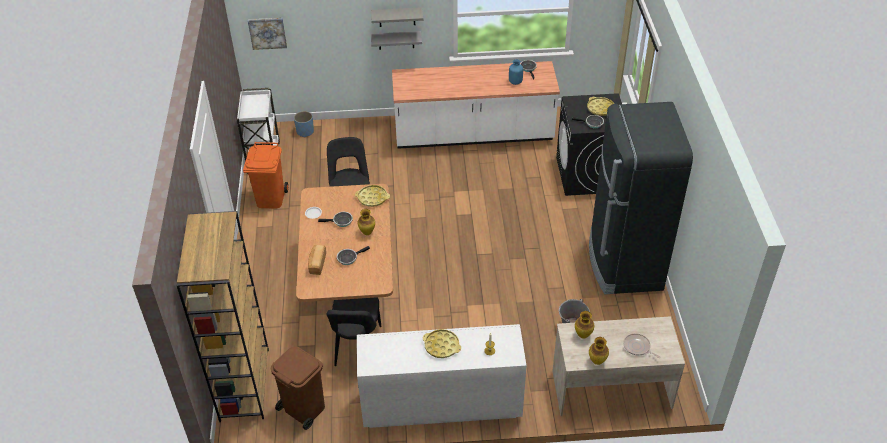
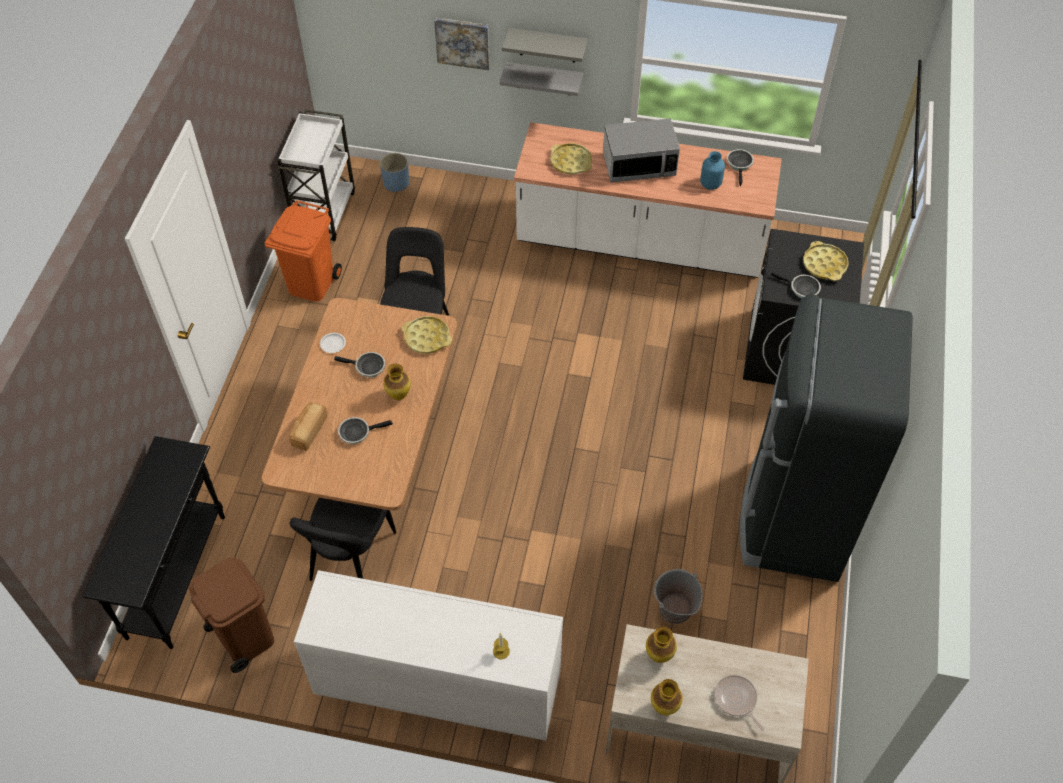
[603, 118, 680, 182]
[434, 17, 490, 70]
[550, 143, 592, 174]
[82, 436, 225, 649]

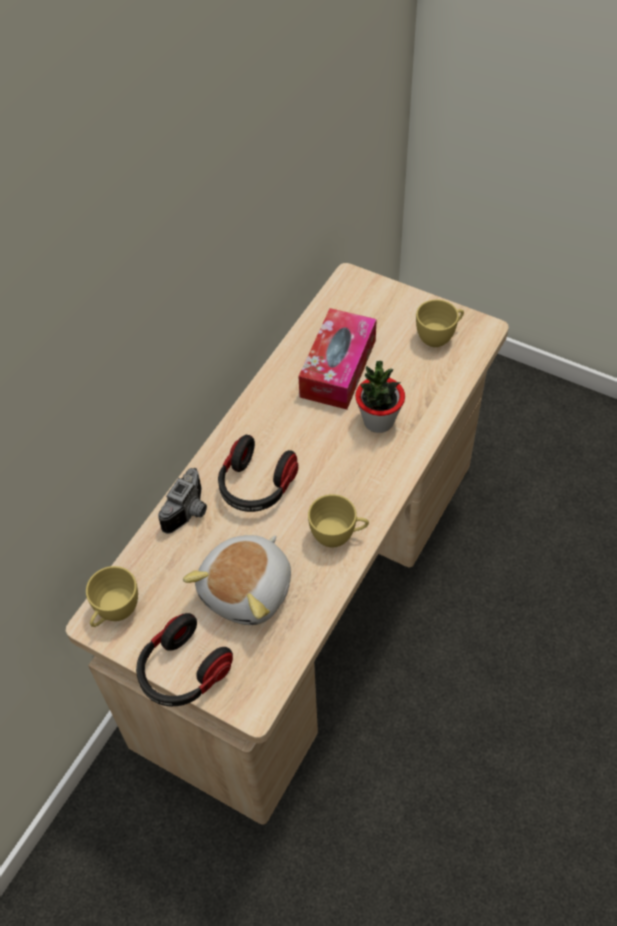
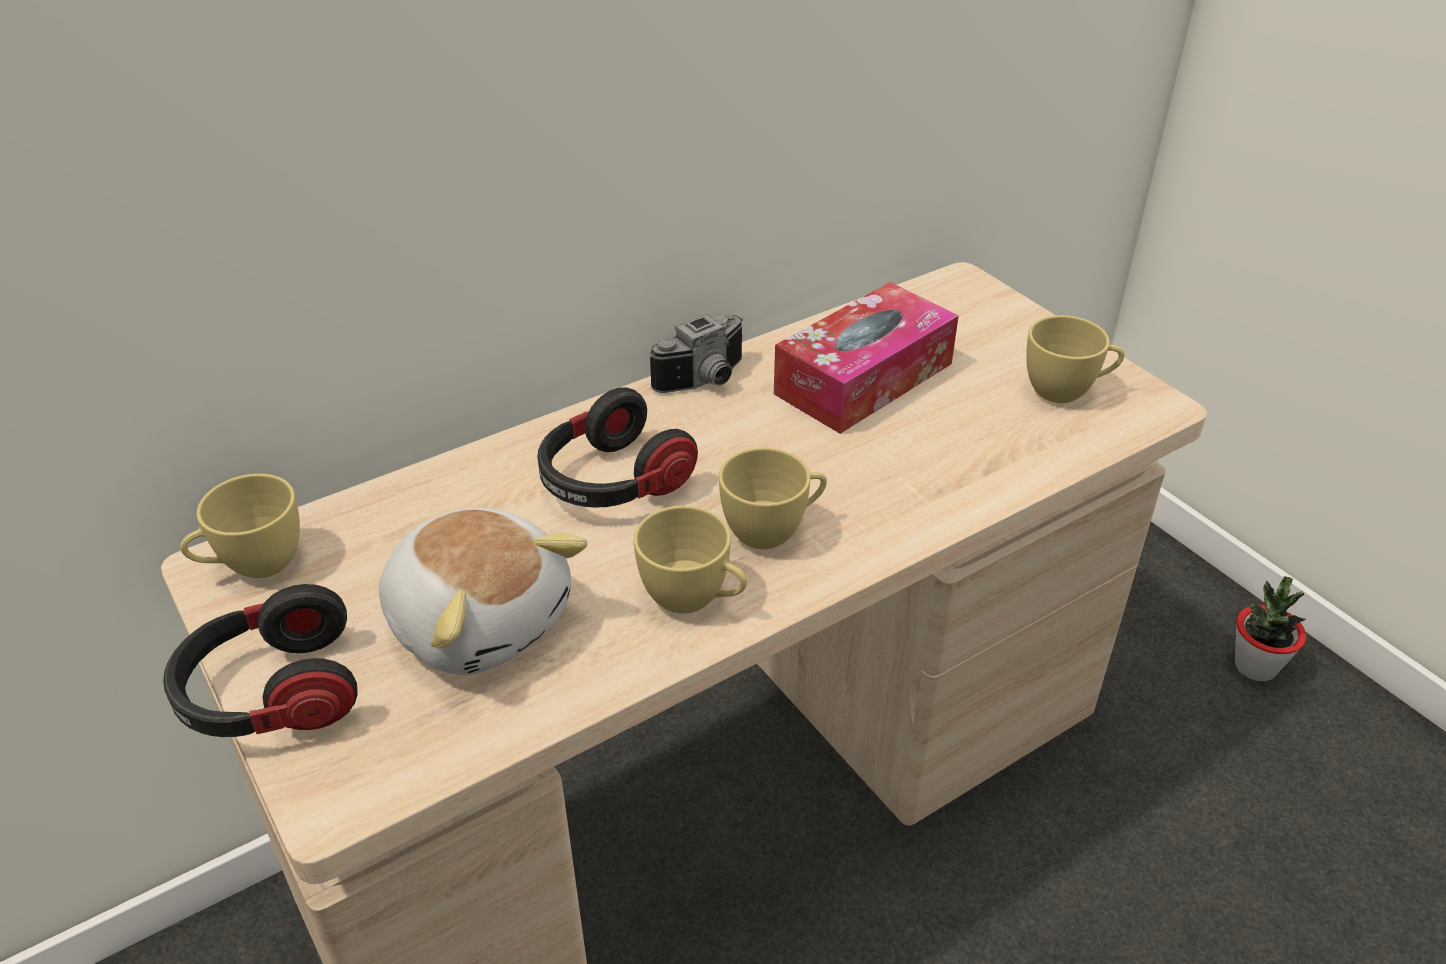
[719, 447, 827, 549]
[649, 314, 743, 393]
[1235, 576, 1306, 681]
[379, 508, 588, 675]

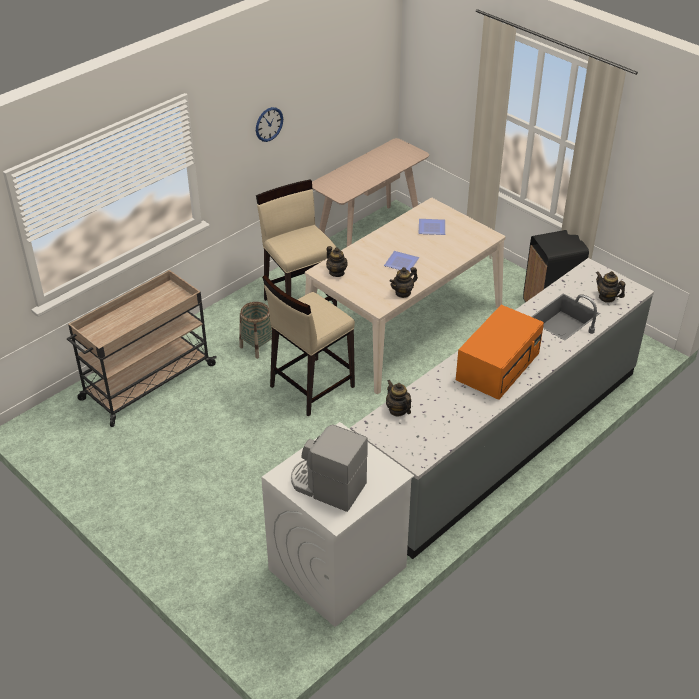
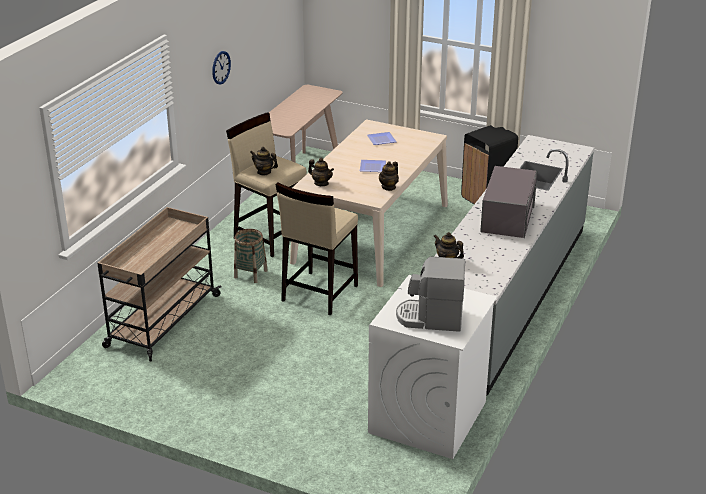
[250, 147, 278, 175]
[480, 166, 537, 238]

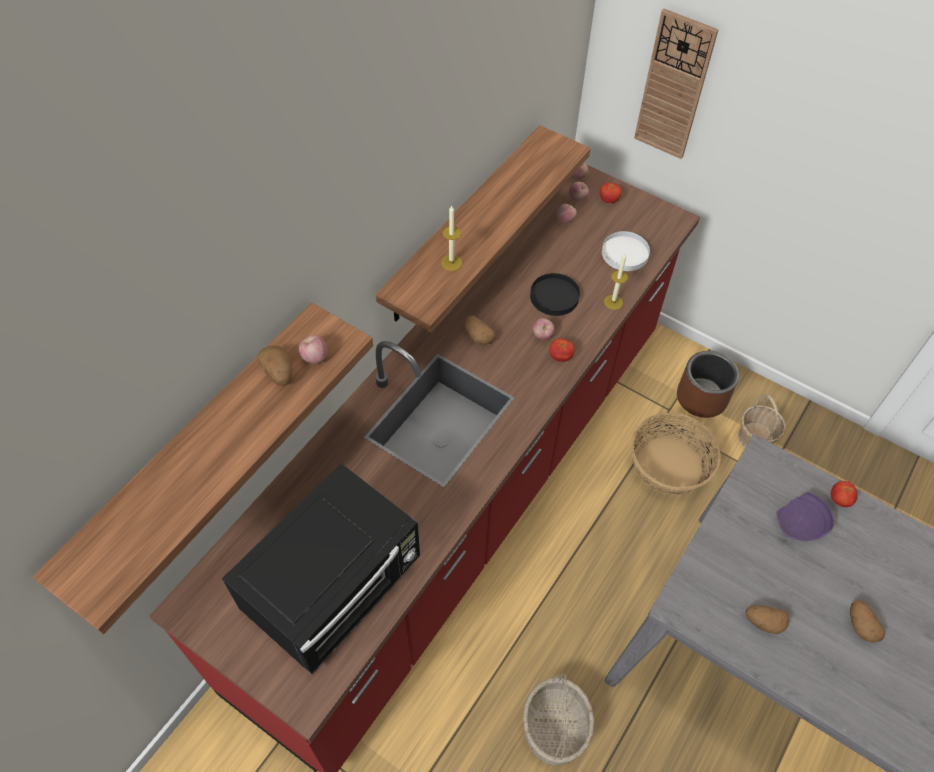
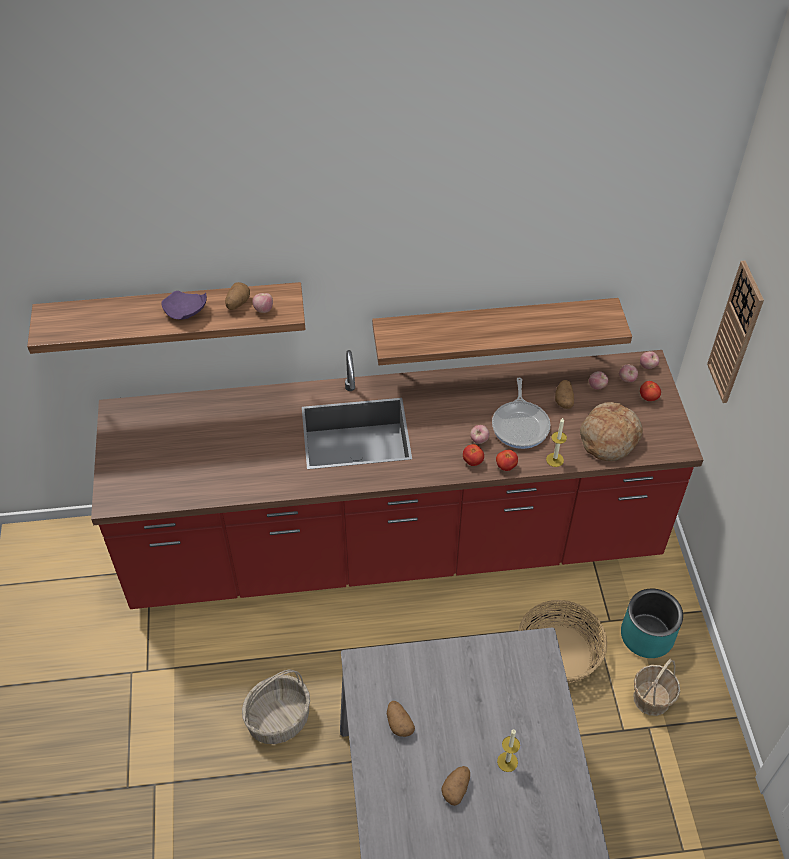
[222, 463, 420, 675] (first image)
[497, 730, 520, 772]
[555, 380, 574, 409]
[161, 291, 207, 320]
[496, 450, 518, 471]
[492, 377, 550, 449]
[580, 402, 643, 461]
[621, 589, 683, 658]

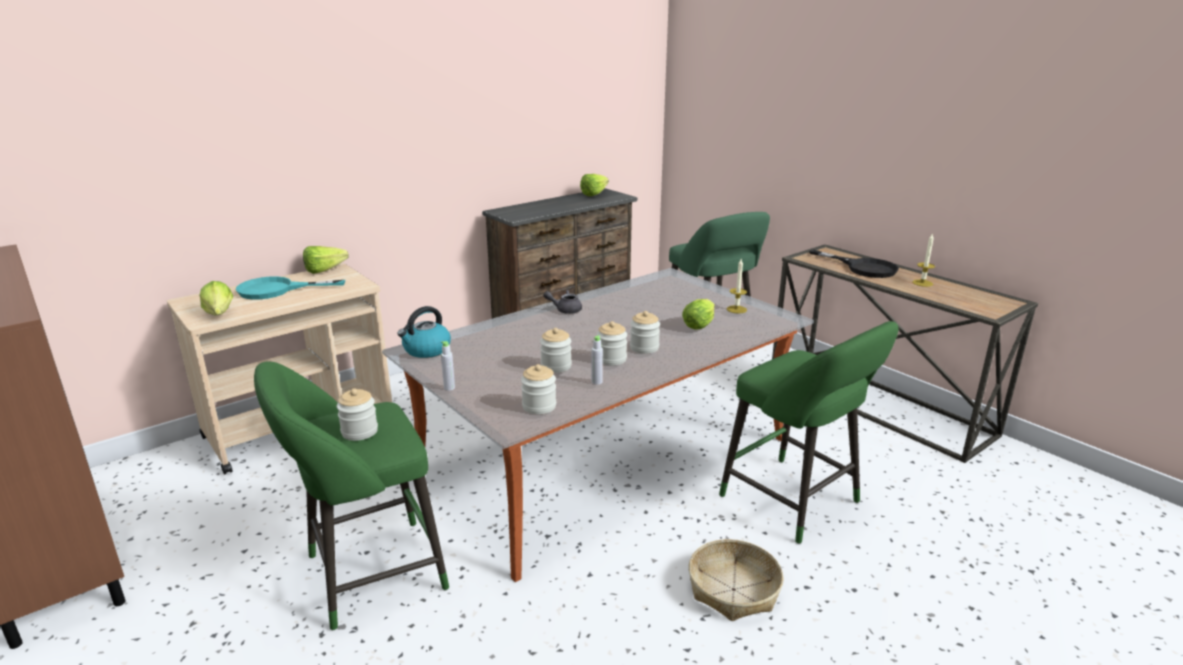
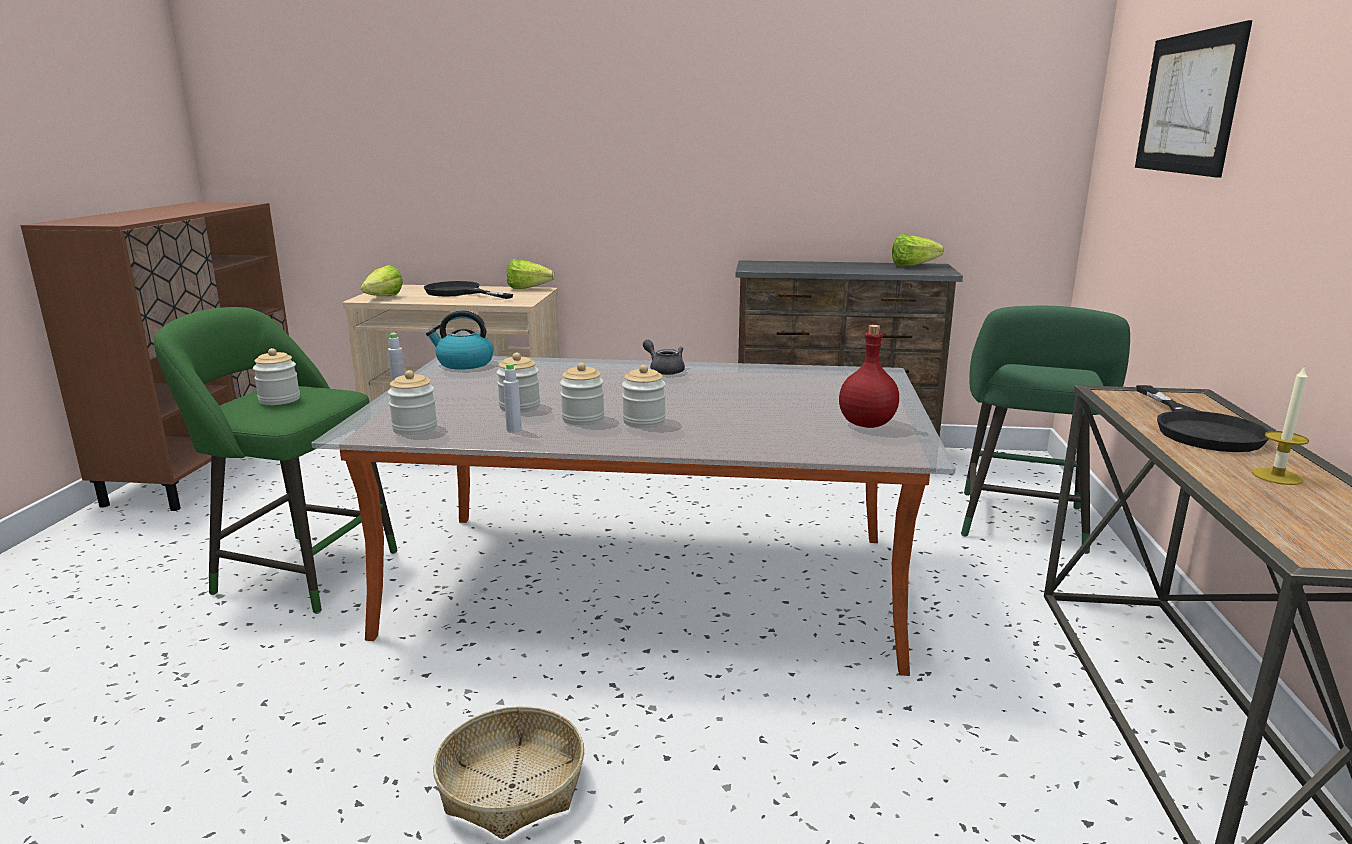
[682, 299, 715, 329] (first image)
[719, 321, 899, 544] (first image)
[1135, 20, 1252, 178]
[839, 325, 899, 428]
[424, 281, 513, 299]

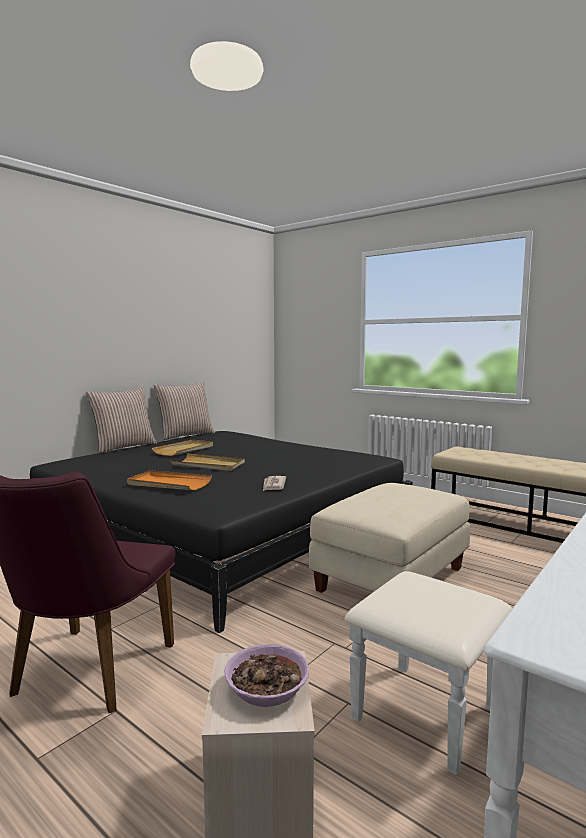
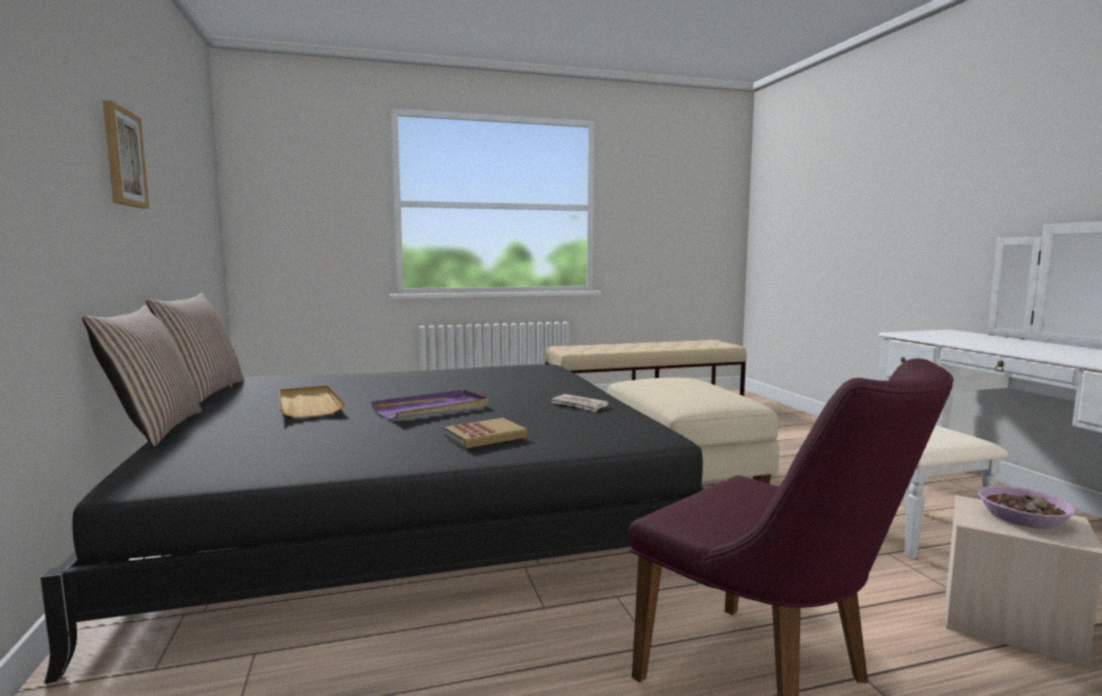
[103, 100, 149, 209]
[444, 418, 527, 449]
[371, 390, 489, 420]

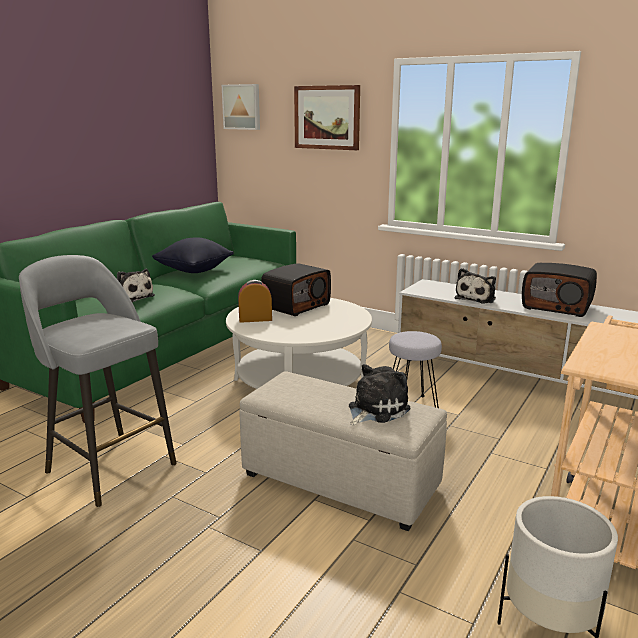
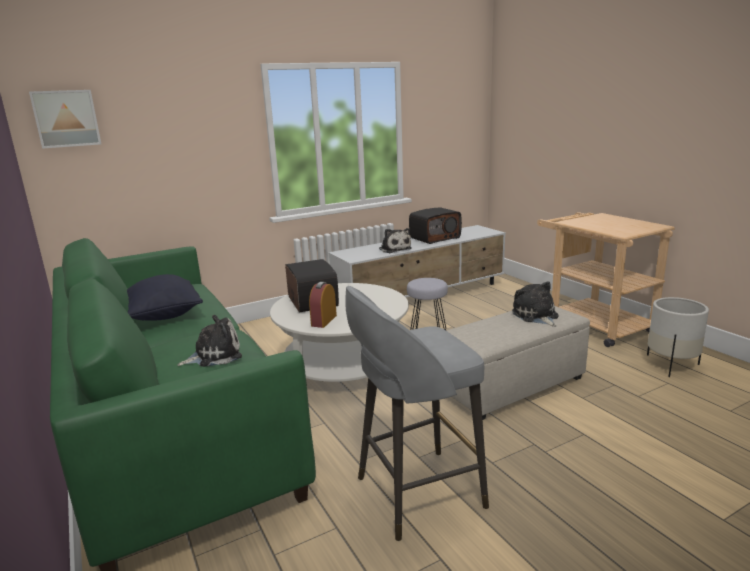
[294, 85, 360, 150] (first image)

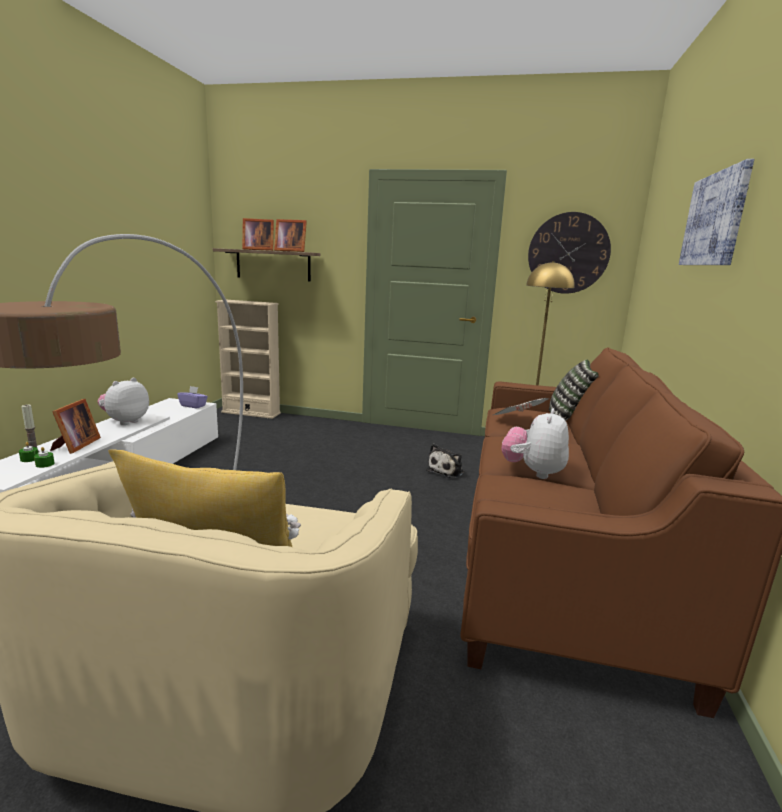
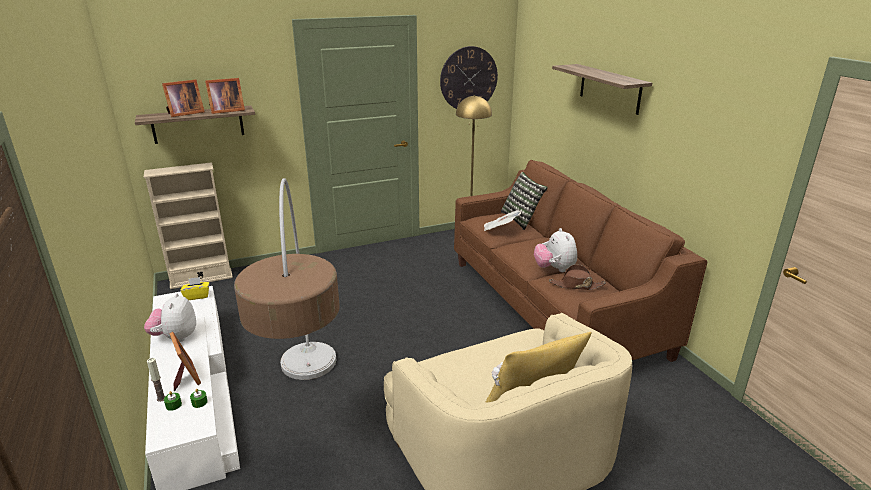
[426, 443, 464, 478] (first image)
[549, 264, 606, 290]
[552, 64, 652, 115]
[180, 277, 210, 300]

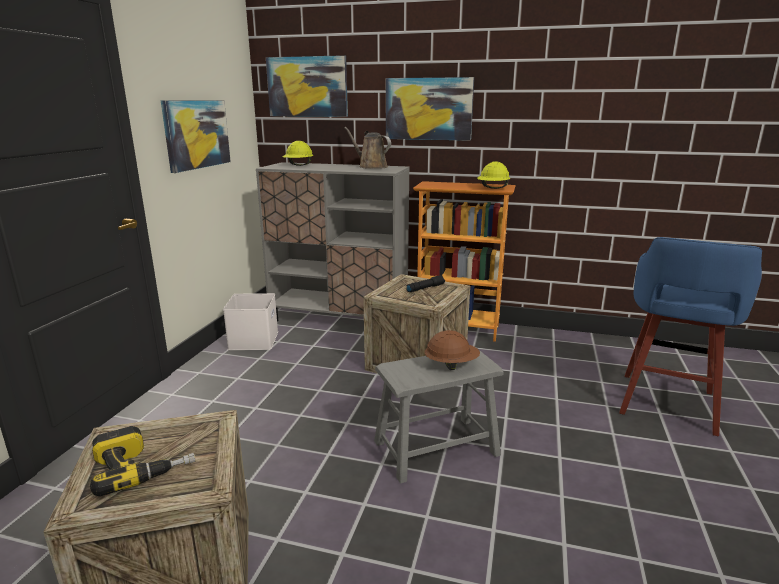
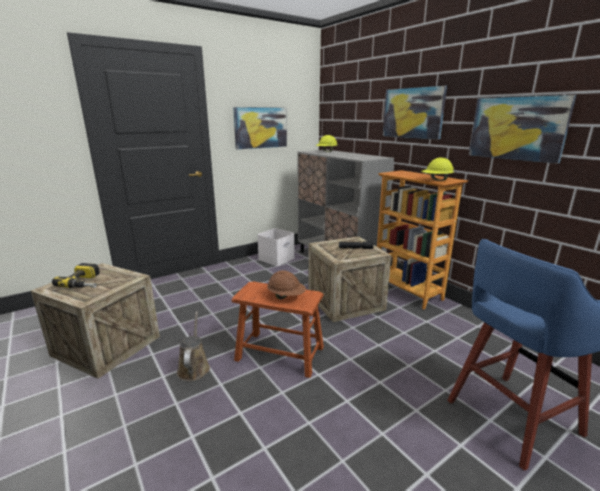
[469, 95, 576, 164]
[177, 311, 210, 381]
[232, 281, 324, 378]

